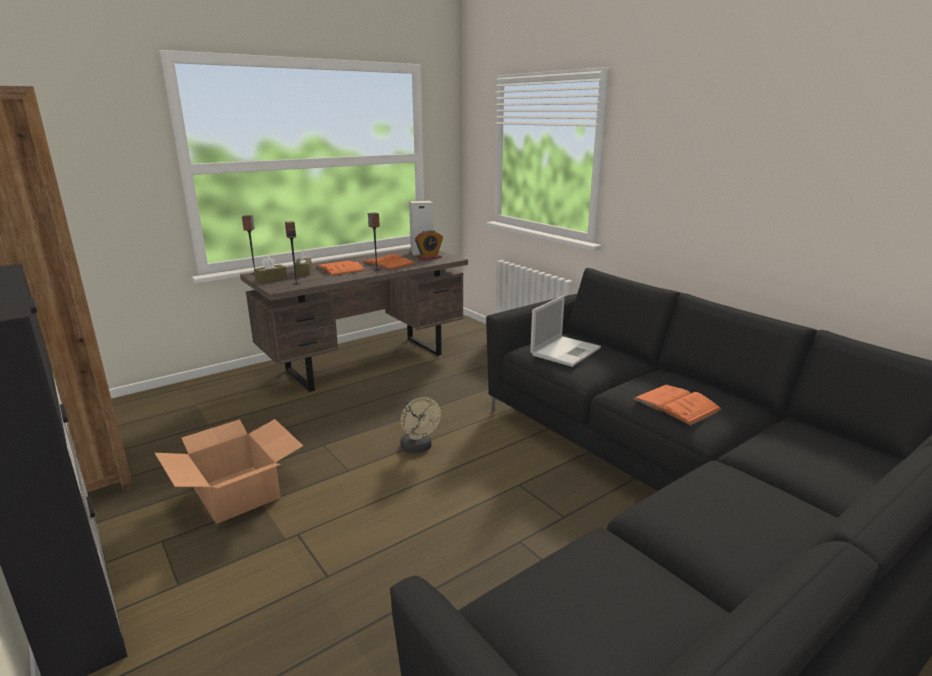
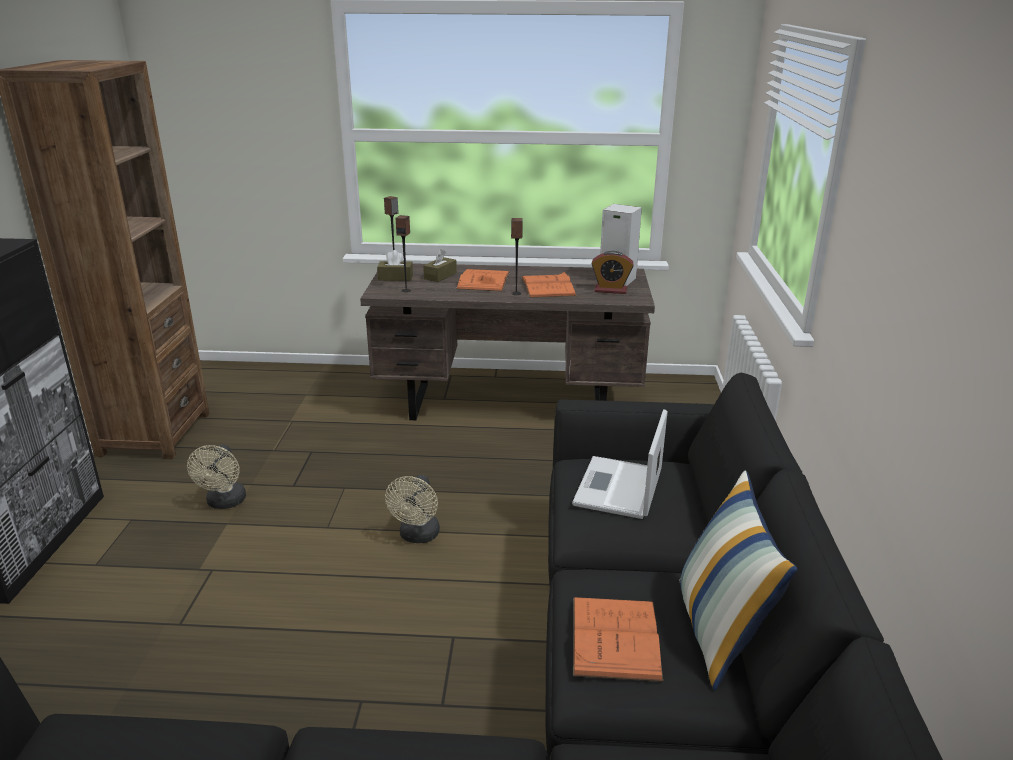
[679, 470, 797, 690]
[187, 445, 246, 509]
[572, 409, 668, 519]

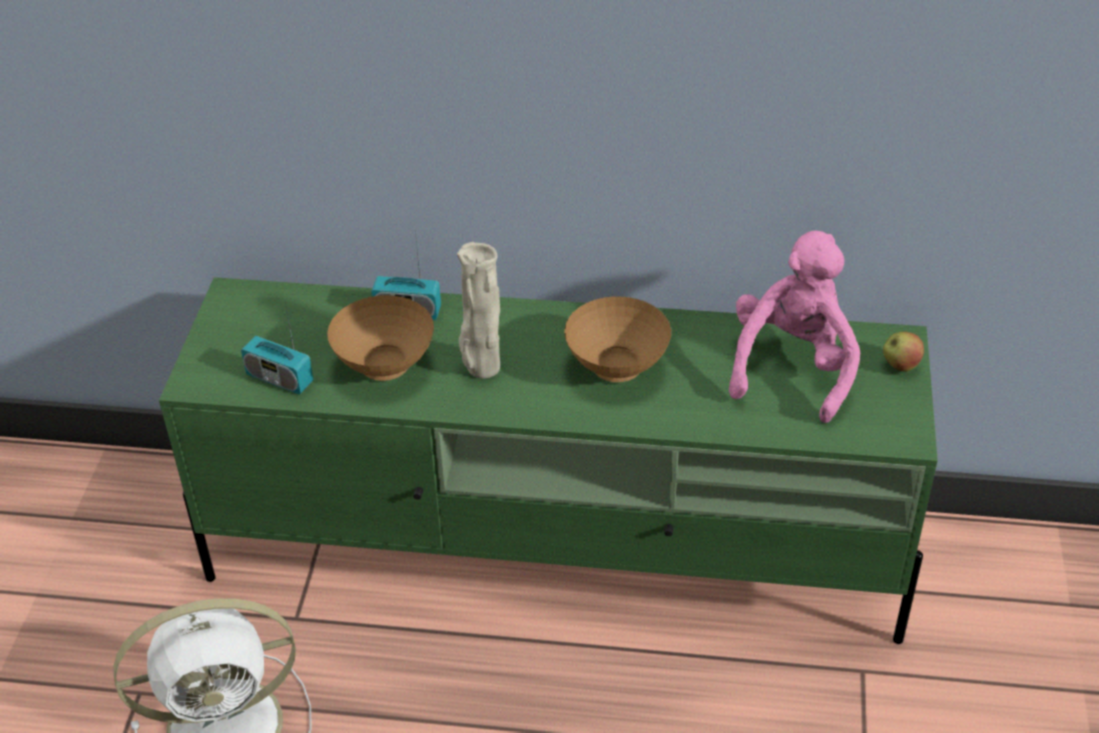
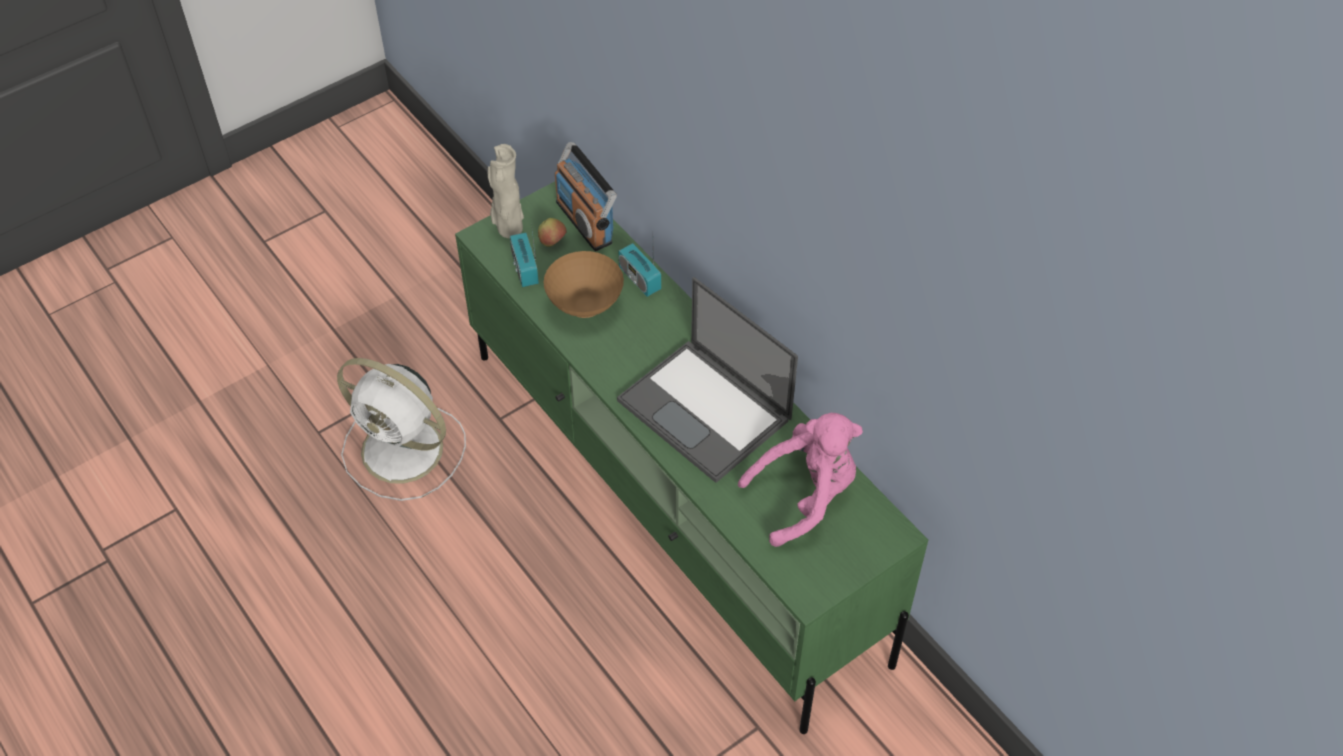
[555, 142, 617, 251]
[488, 144, 524, 238]
[538, 218, 567, 247]
[617, 277, 798, 483]

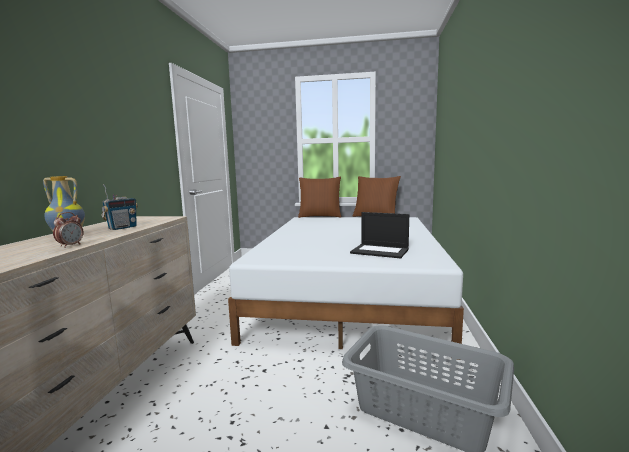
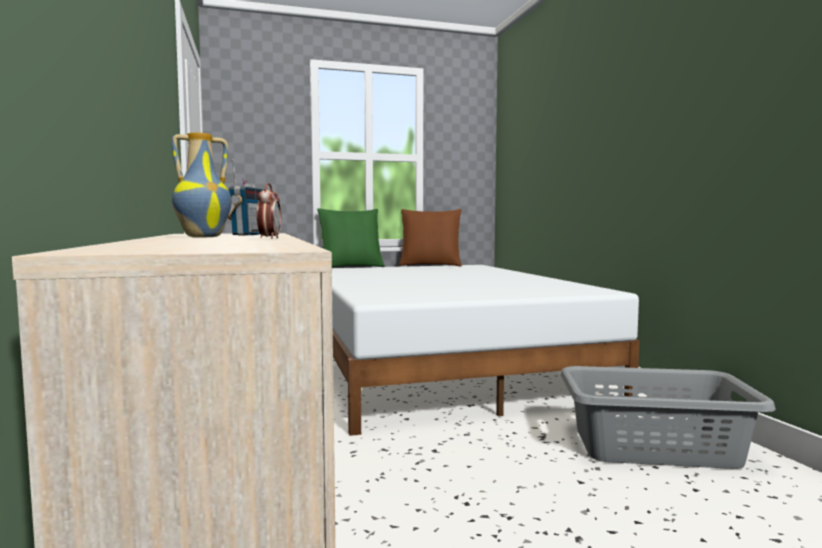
[350, 212, 409, 259] (first image)
[317, 208, 385, 267]

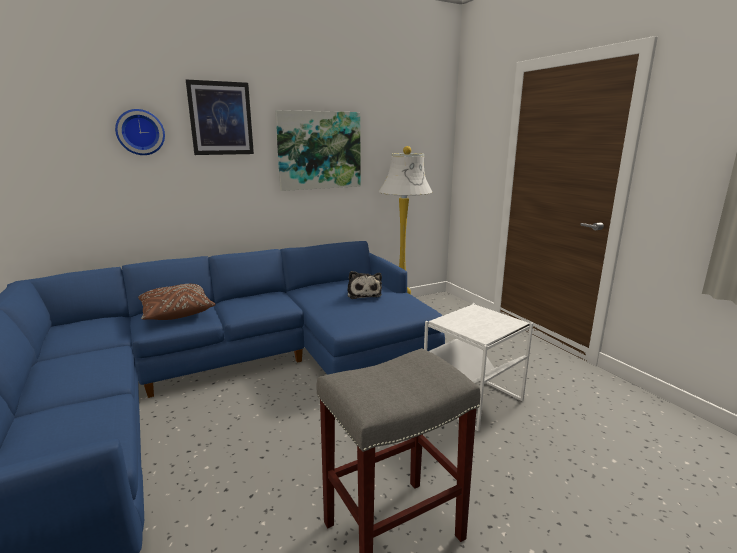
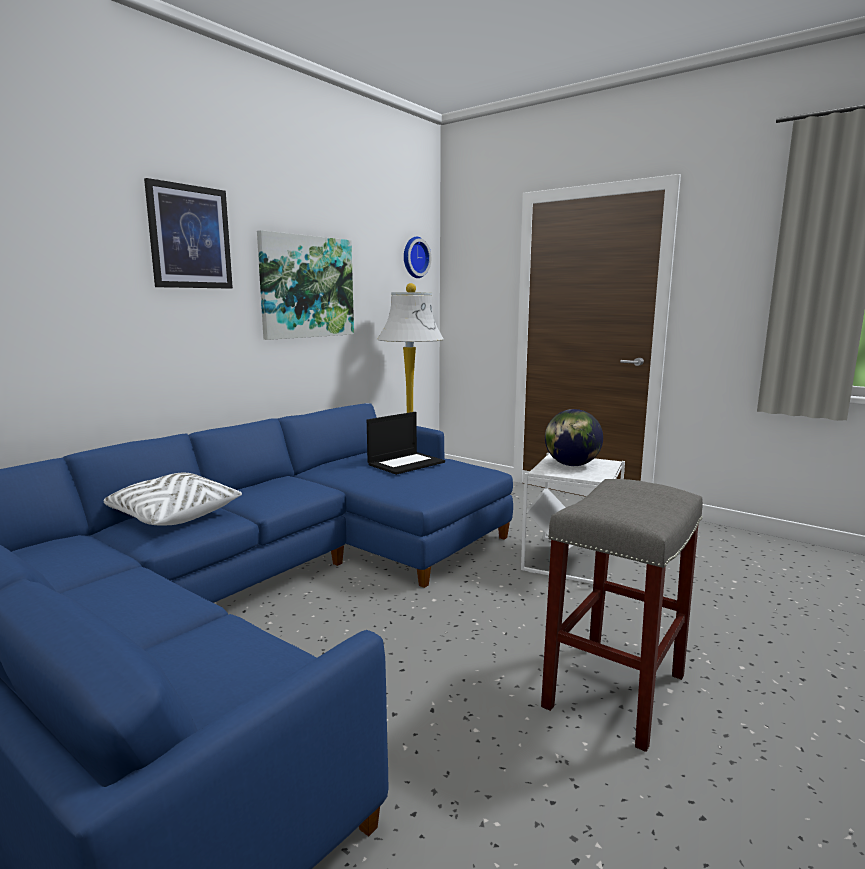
[545, 409, 603, 466]
[404, 237, 431, 278]
[367, 412, 445, 475]
[103, 473, 242, 526]

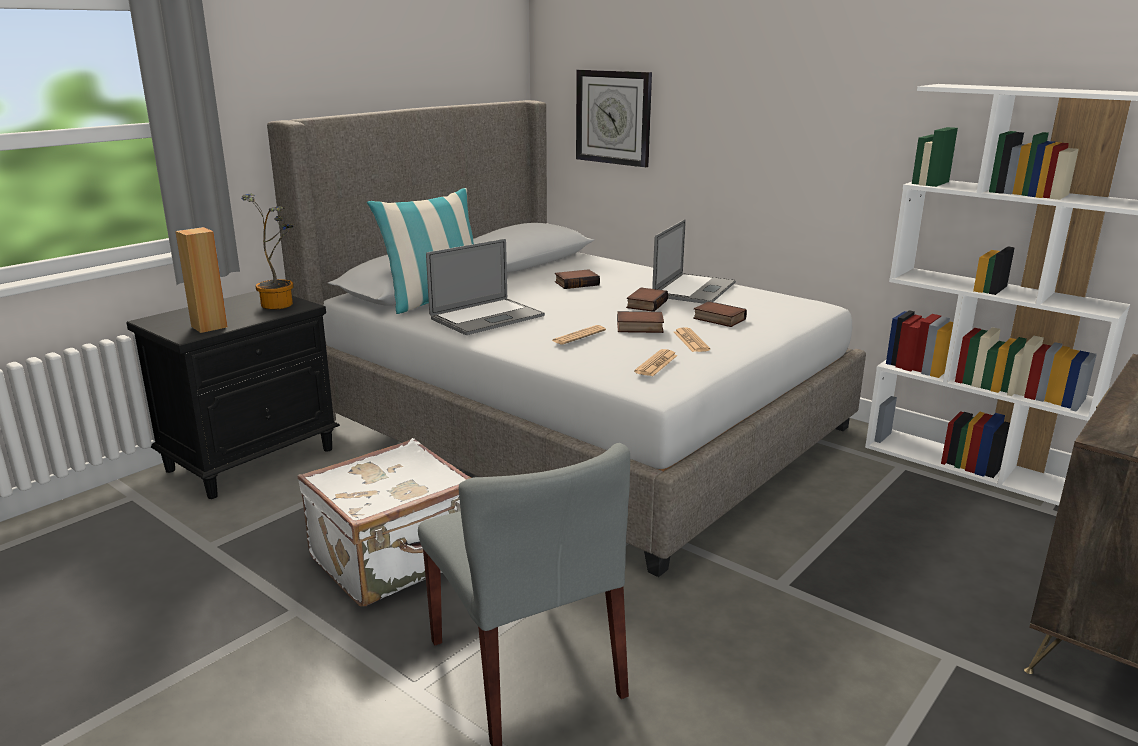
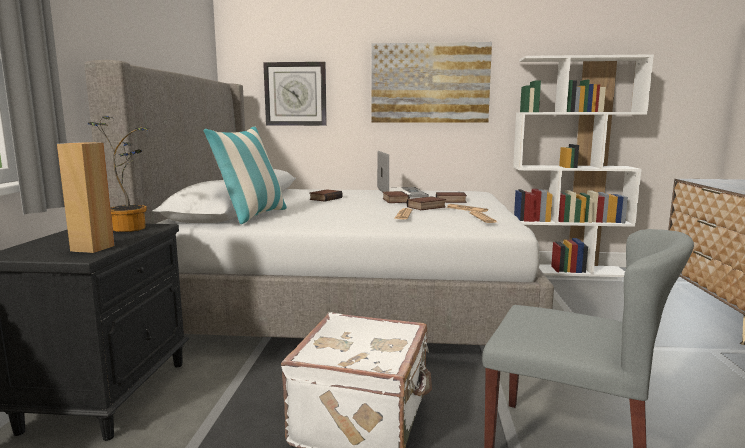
[426, 239, 545, 335] (first image)
[371, 42, 492, 123]

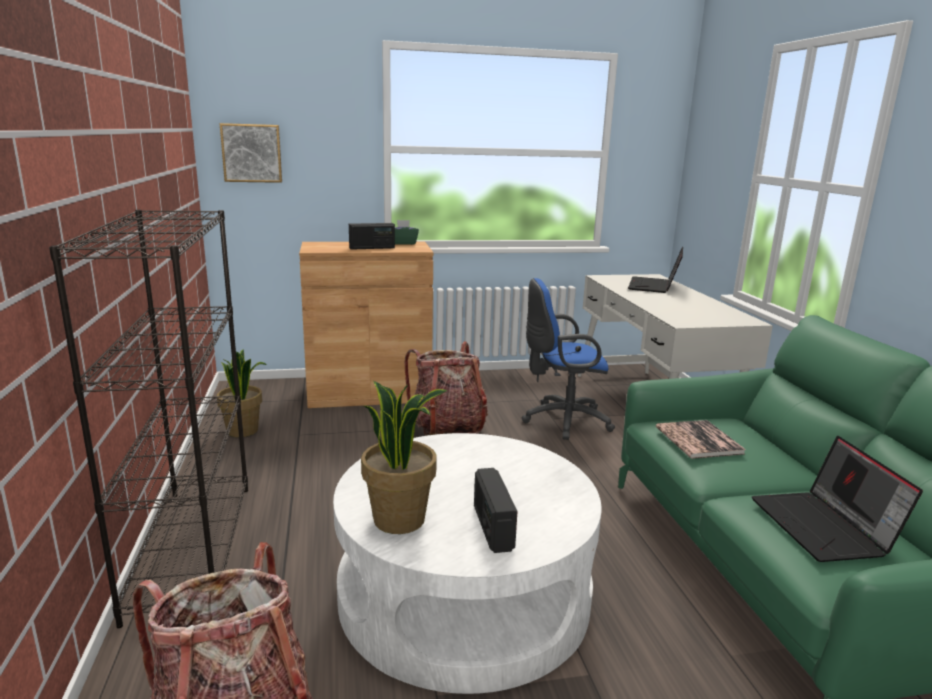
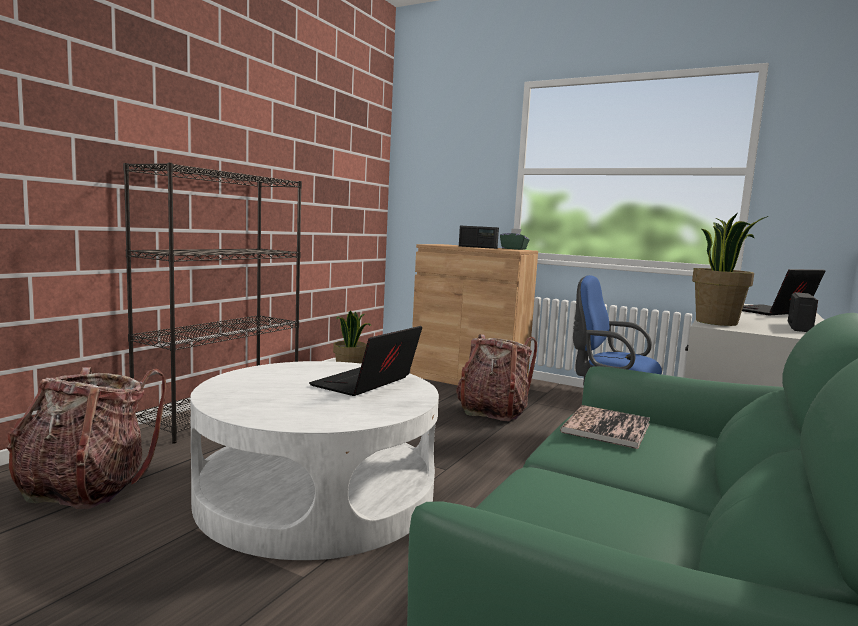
[220, 123, 282, 183] (first image)
[692, 213, 768, 326]
[788, 292, 818, 332]
[309, 326, 422, 396]

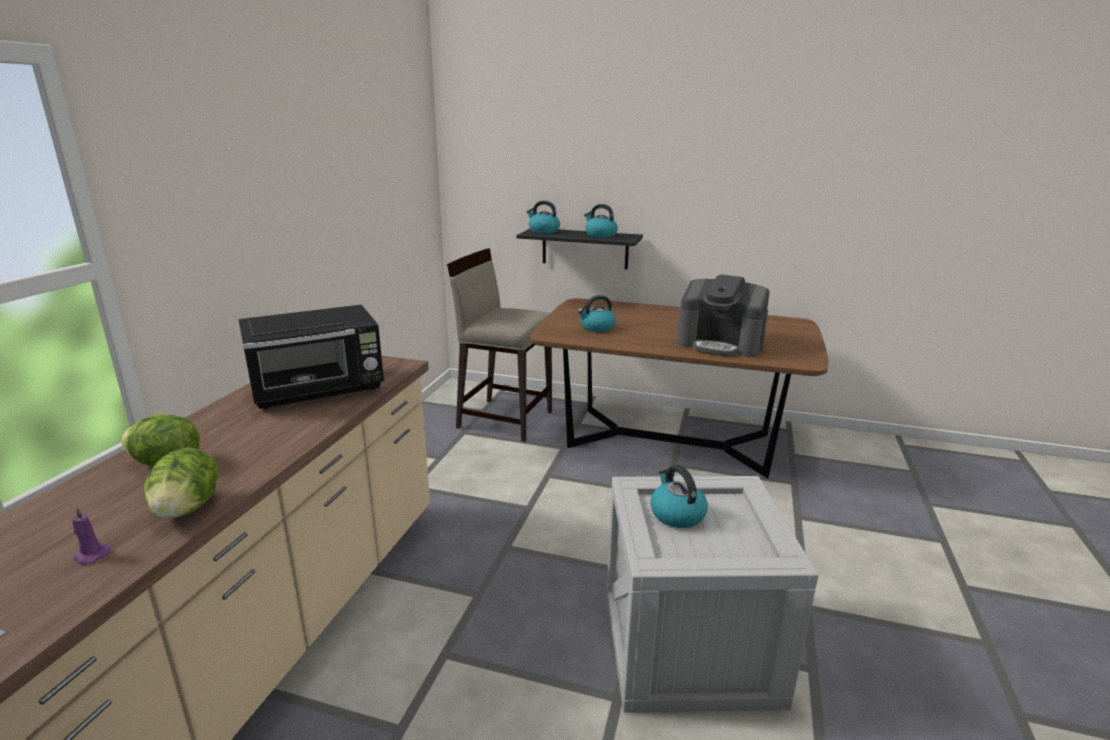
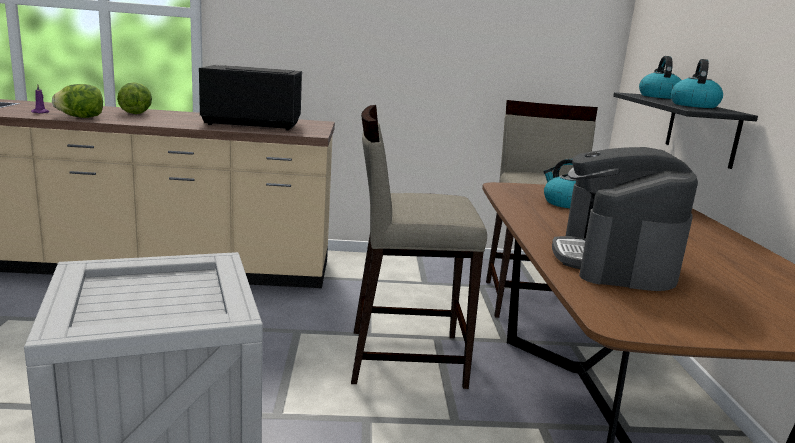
[650, 465, 708, 528] (first image)
[351, 105, 487, 389]
[199, 65, 302, 130]

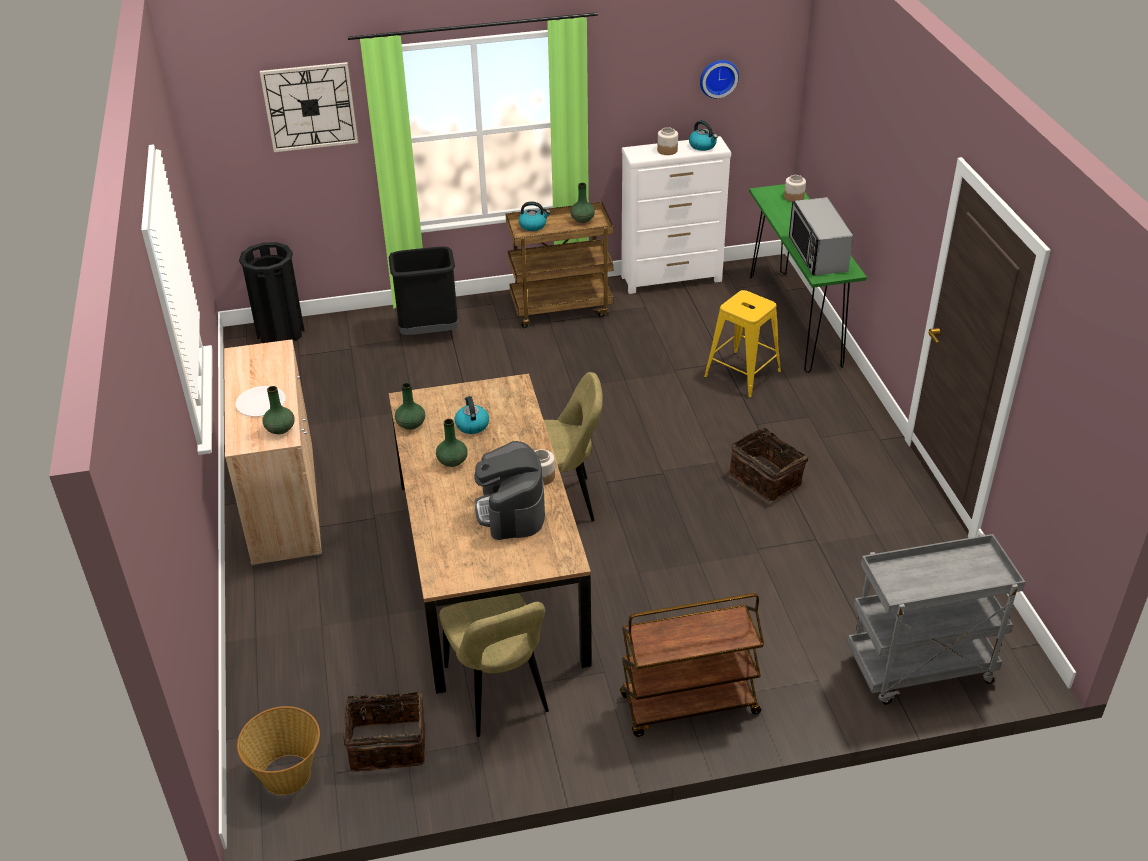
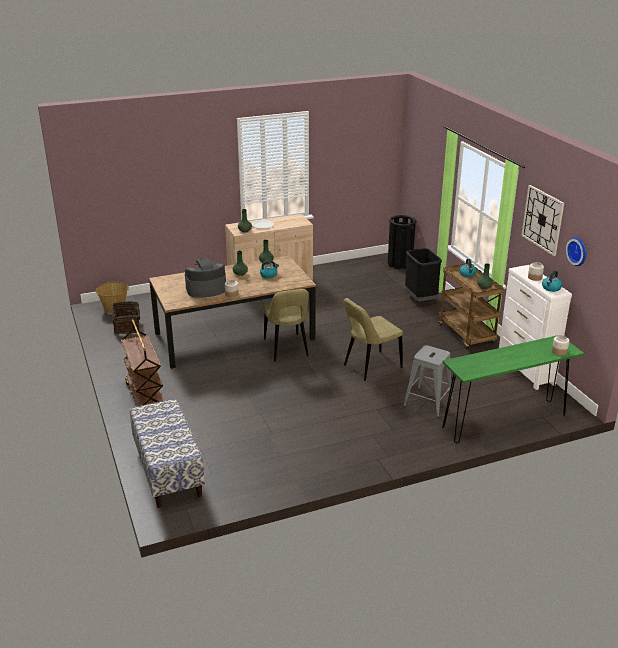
[729, 428, 808, 501] (first image)
[789, 197, 853, 275] (first image)
[521, 185, 564, 256]
[343, 298, 403, 381]
[130, 399, 205, 508]
[403, 345, 453, 417]

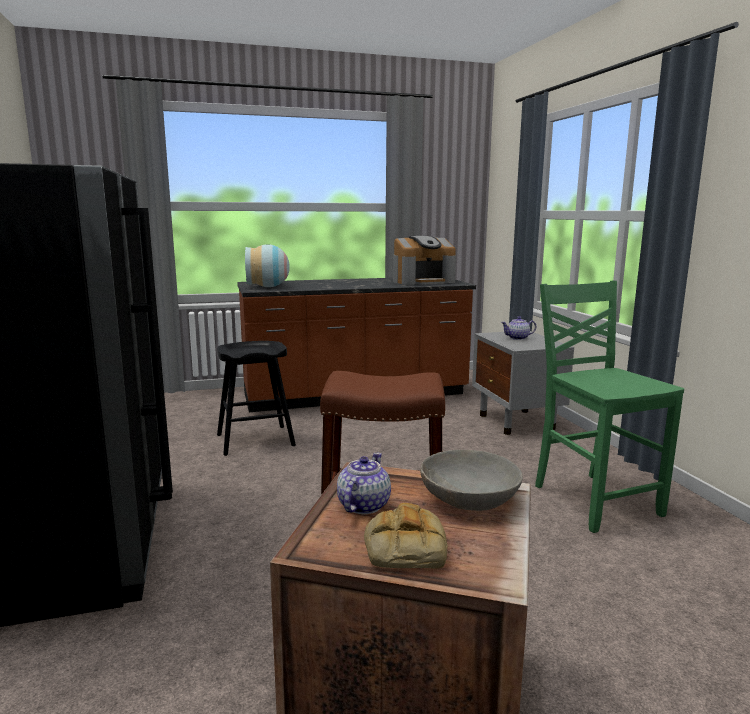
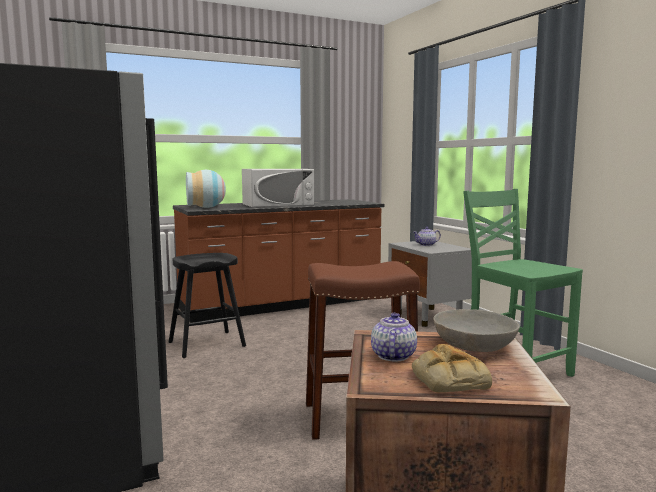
[393, 236, 456, 285] (first image)
[242, 169, 314, 207]

